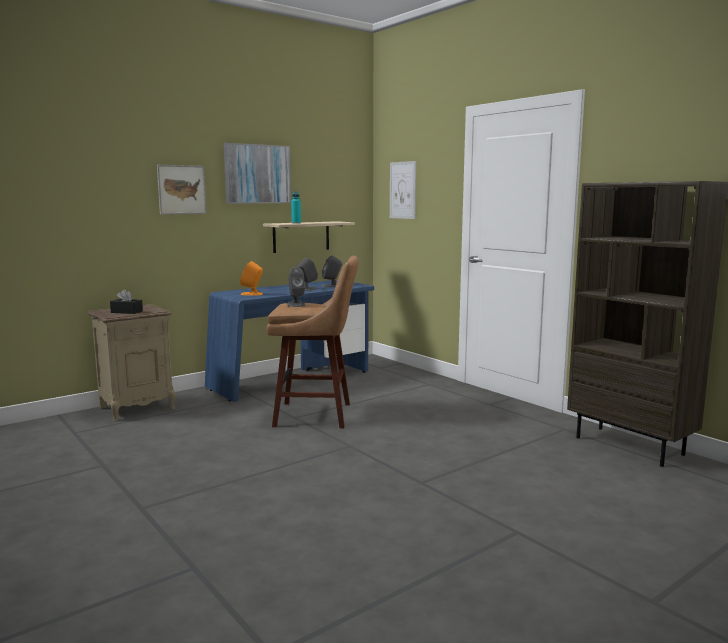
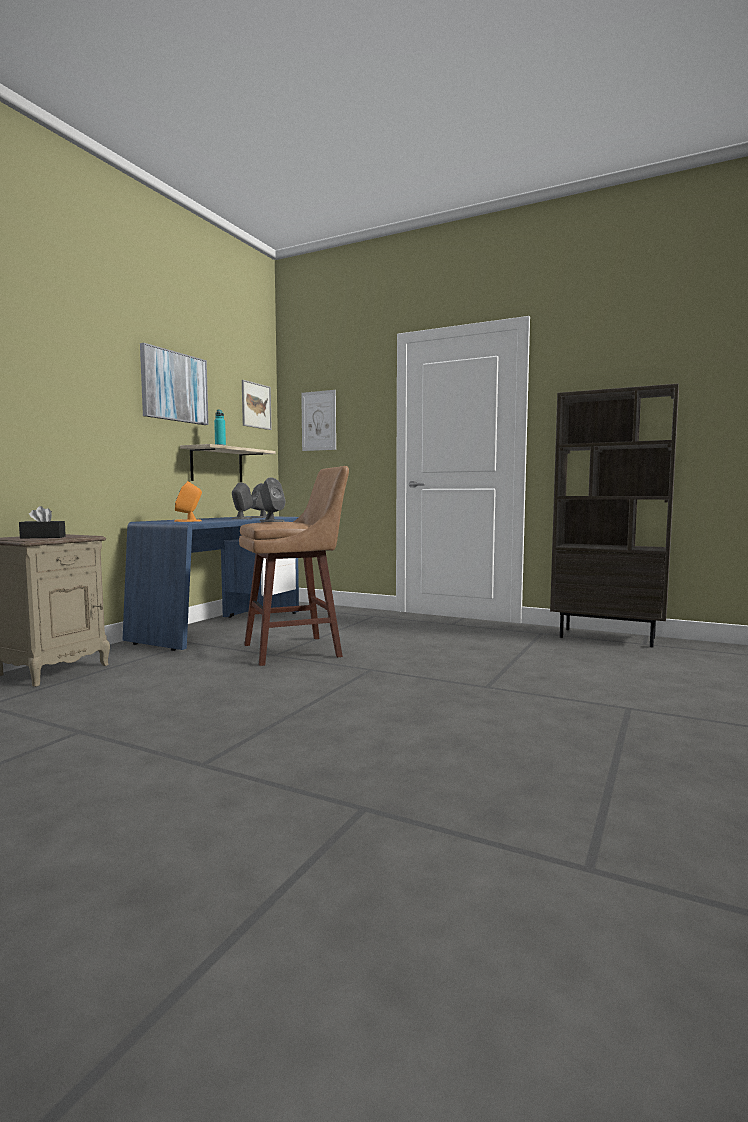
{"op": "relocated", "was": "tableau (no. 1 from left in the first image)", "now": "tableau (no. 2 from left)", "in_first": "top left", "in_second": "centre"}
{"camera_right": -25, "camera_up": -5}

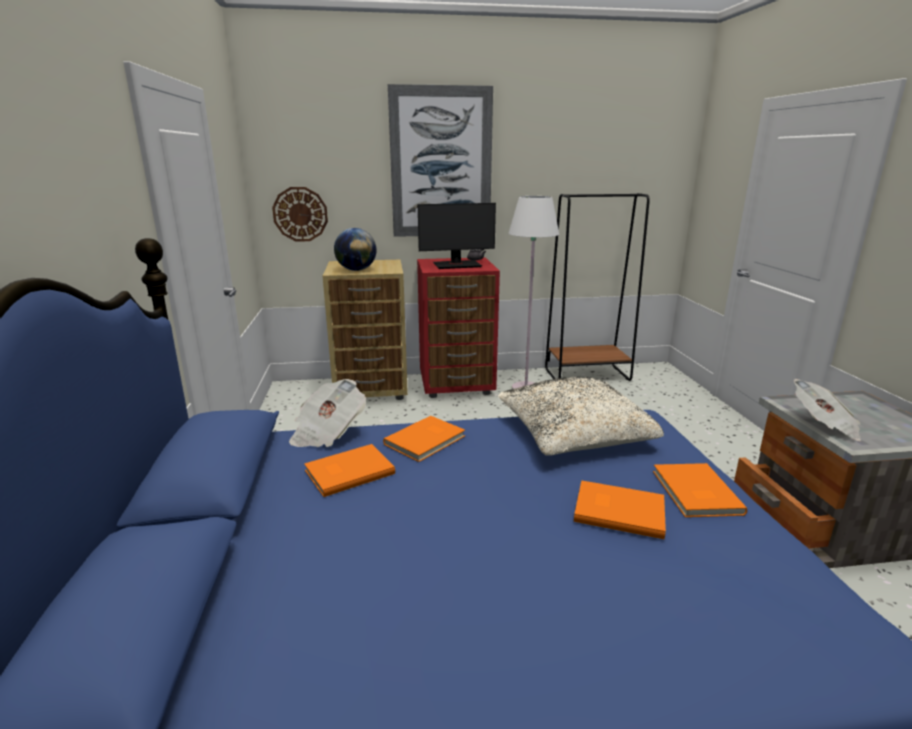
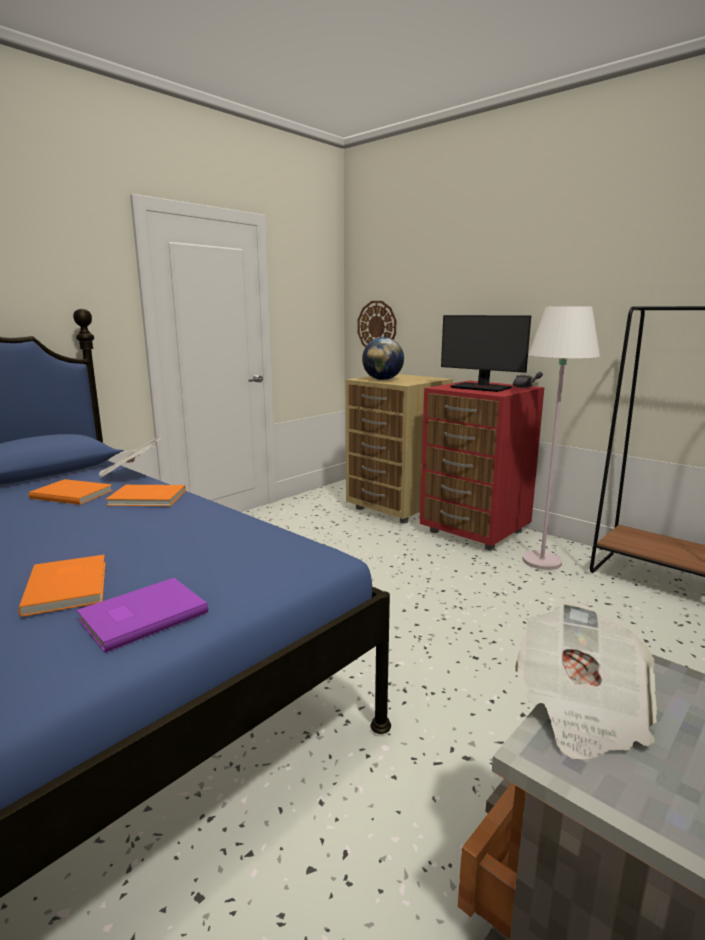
{"op": "missing", "was": "tableau", "in_first": "top centre"}
{"op": "missing", "was": "coussin/beige", "in_first": "centre"}
{"op": "colour", "was": "livre/orange (no. 4 from left)", "now": "livre/violet", "in_first": "bottom right", "in_second": "middle left"}
{"camera_right": 50, "camera_up": -5}

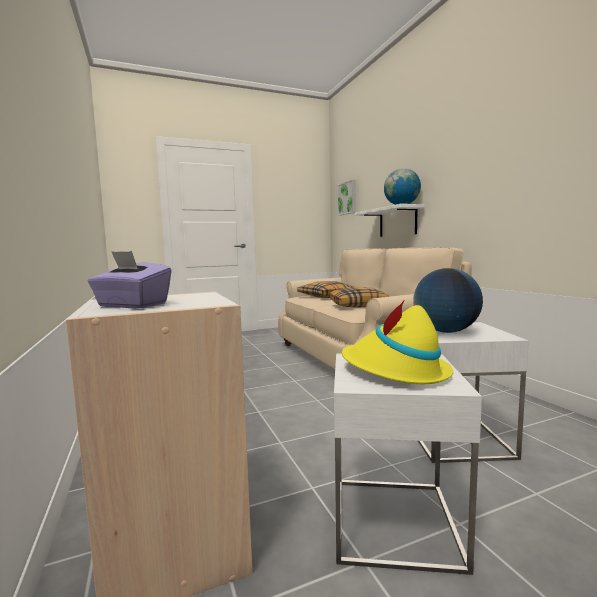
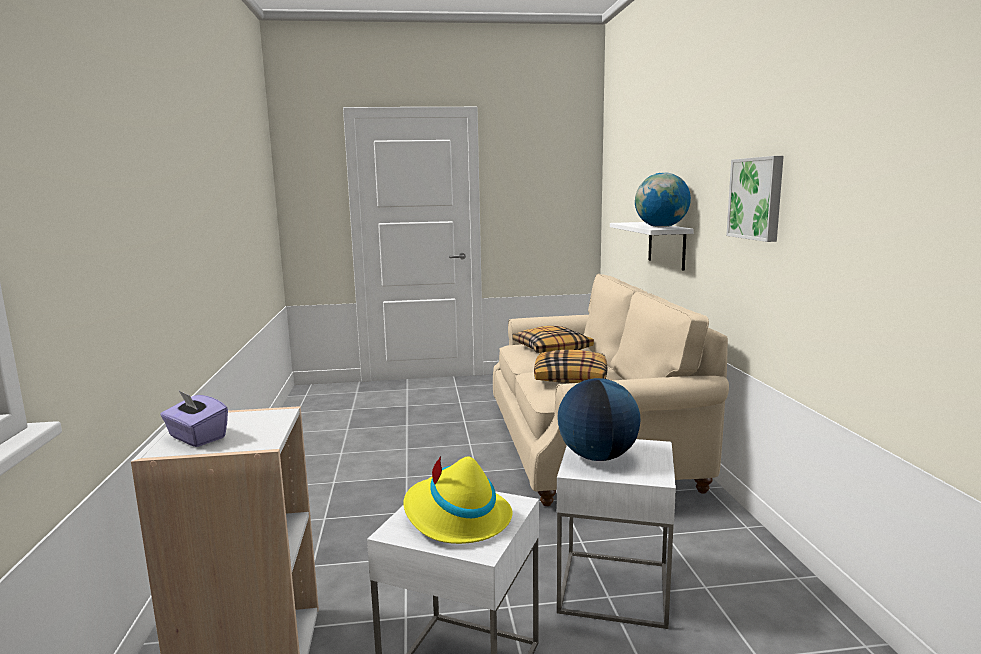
{"op": "relocated", "was": "tableau", "in_first": "top centre", "in_second": "top right"}
{"camera_right": 15, "camera_up": 5}

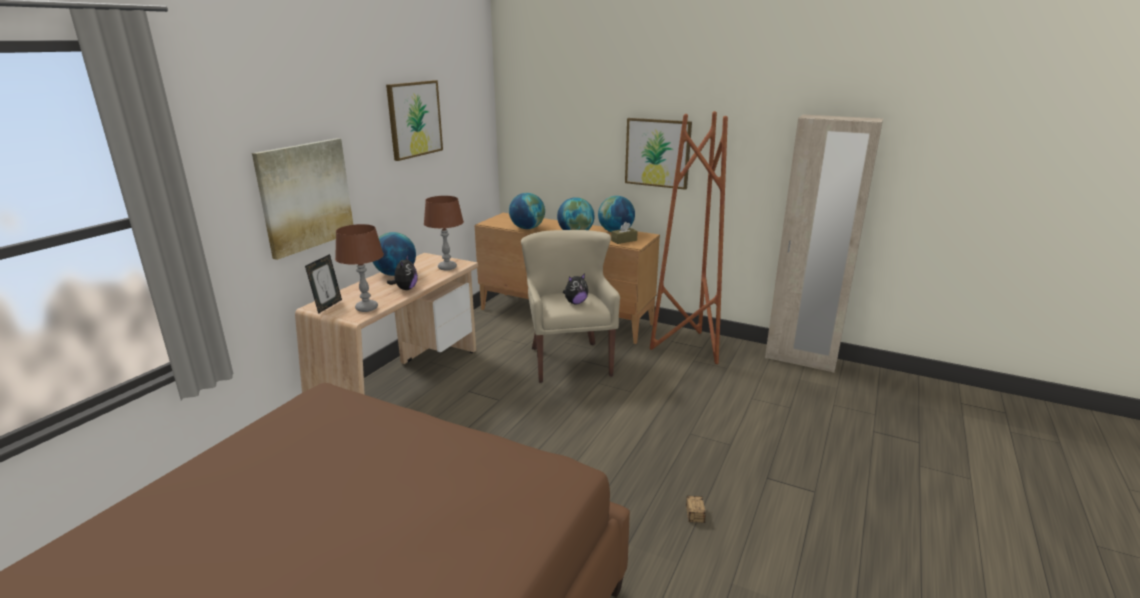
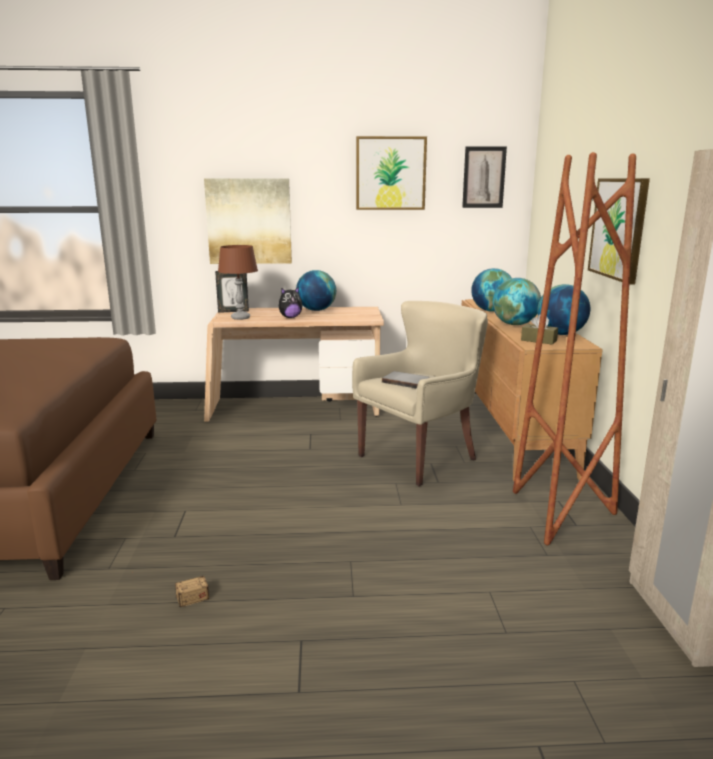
{"op": "missing", "was": "lampe de table/marron (no. 2 from left)", "in_first": "centre"}
{"op": "exchanged", "was": "peluche (no. 2 from left)", "now": "livre/gris", "in_first": "centre", "in_second": "centre"}
{"op": "appeared", "now": "tableau (no. 3 from left)", "in_second": "top right"}
{"camera_right": 60, "camera_up": -5}

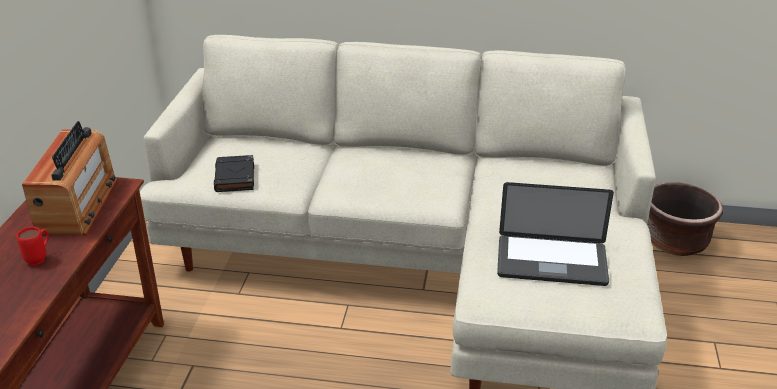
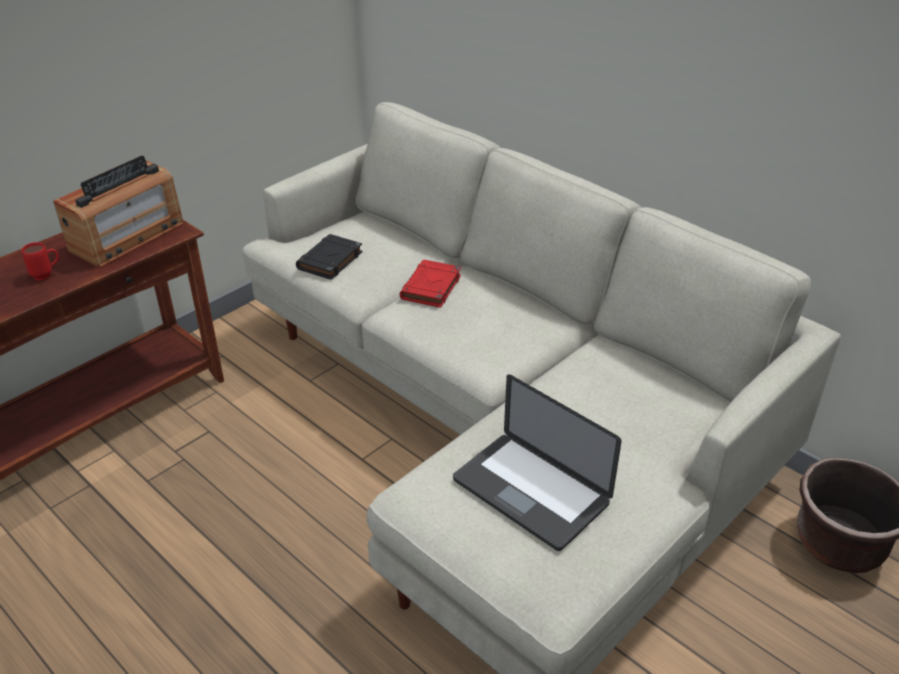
{"op": "appeared", "now": "livre/rouge", "in_second": "centre"}
{"camera_right": 35, "camera_up": 5}

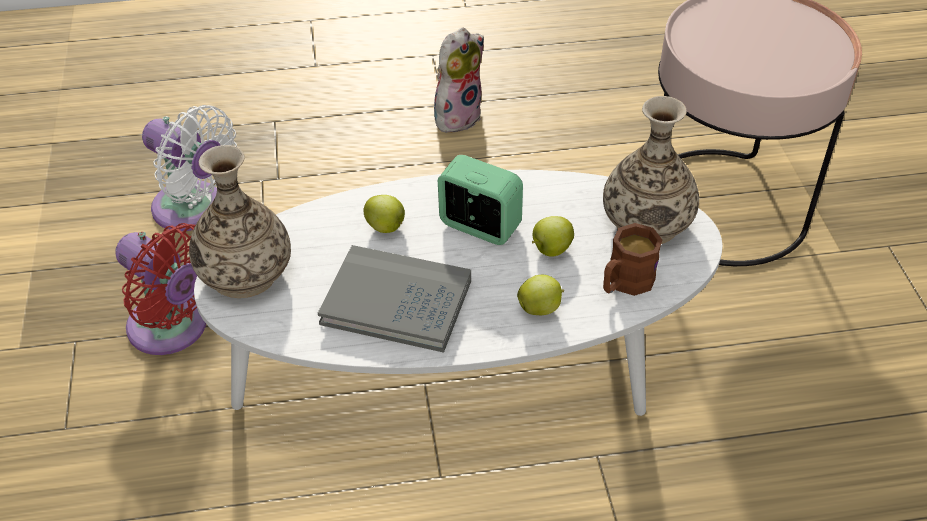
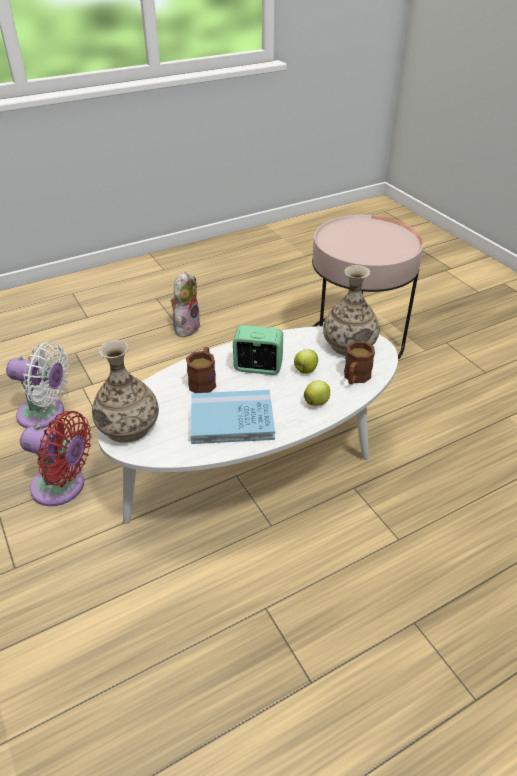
{"op": "colour", "was": "livre/gris", "now": "livre/bleu", "in_first": "centre", "in_second": "centre"}
{"op": "exchanged", "was": "pomme (no. 1 from left)", "now": "mug/marron (no. 1 from left)", "in_first": "centre", "in_second": "centre"}
{"camera_right": -20, "camera_up": -5}

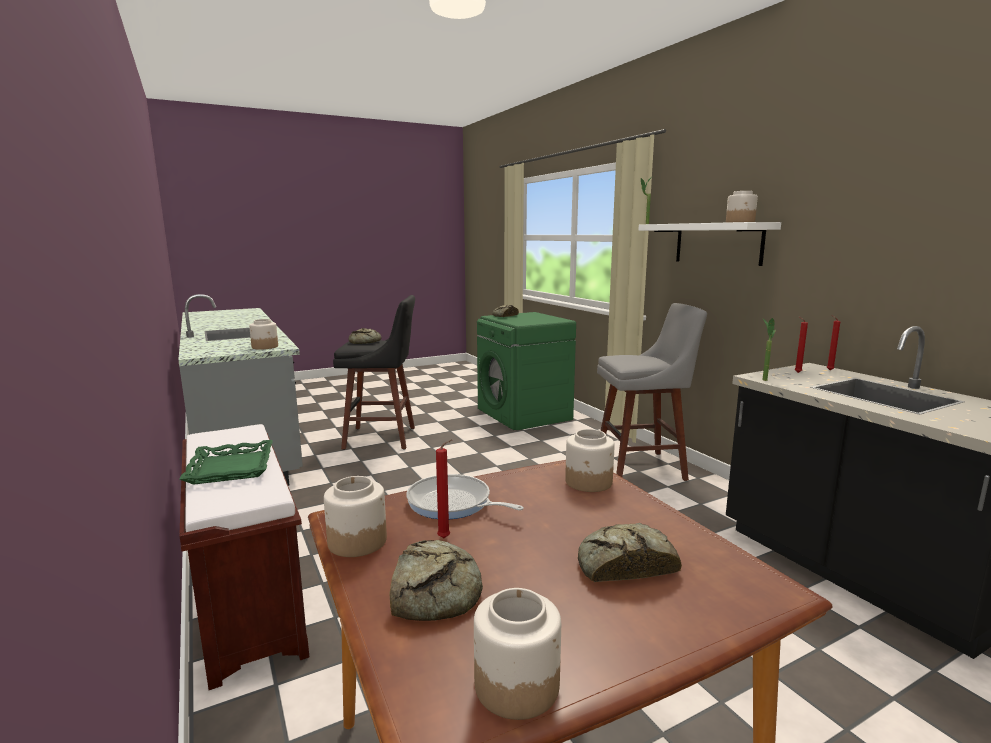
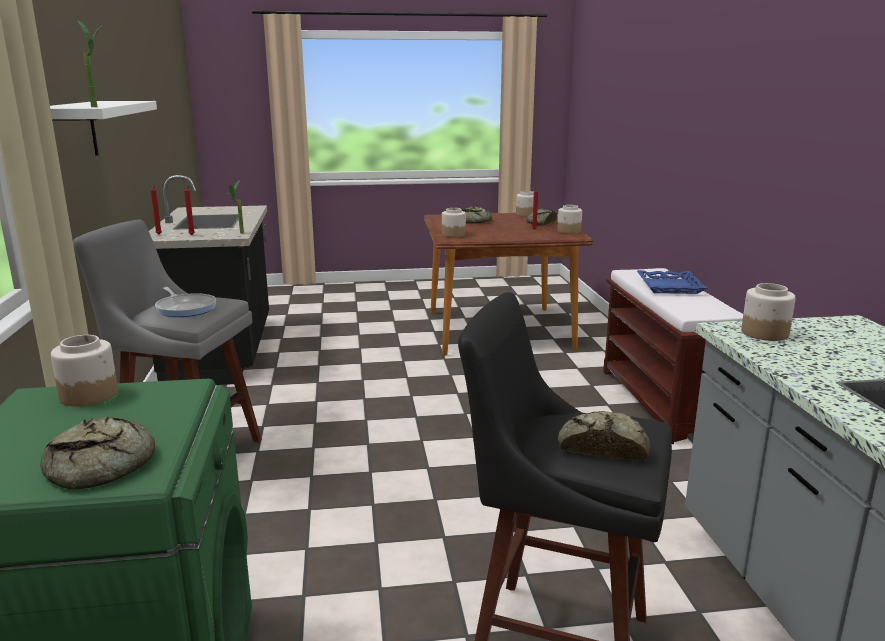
{"op": "colour", "was": "plateau/vert", "now": "plateau/bleu", "in_first": "middle left", "in_second": "middle right"}
{"op": "relocated", "was": "poêle", "in_first": "bottom centre", "in_second": "middle left"}
{"op": "relocated", "was": "bocal (no. 5 from left in the first image)", "now": "bocal (no. 1 from left)", "in_first": "top right", "in_second": "middle left"}
{"camera_right": -160, "camera_up": 5}

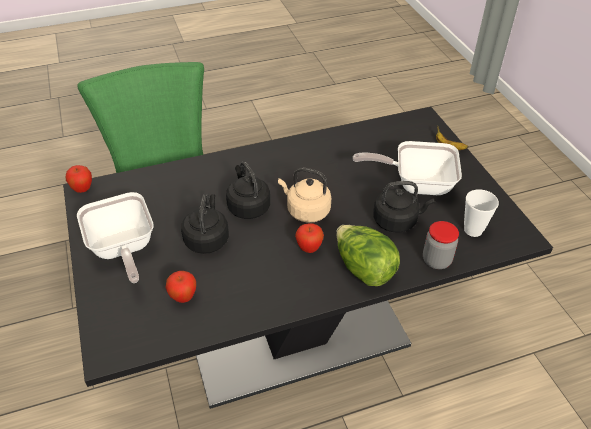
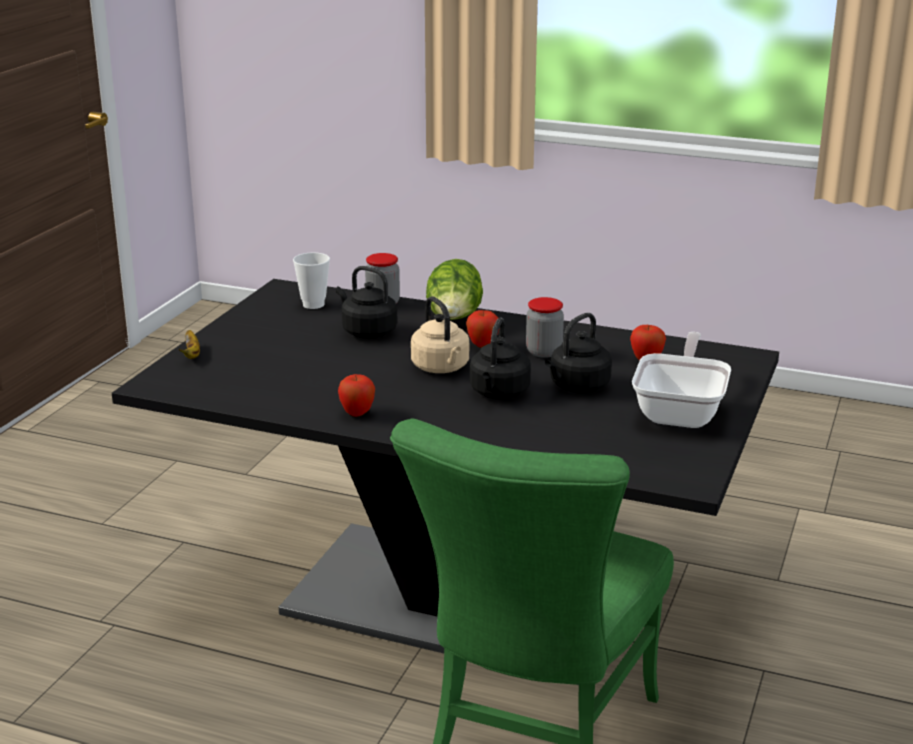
{"op": "relocated", "was": "pomme (no. 1 from left)", "in_first": "middle left", "in_second": "centre"}
{"op": "missing", "was": "poêle (no. 2 from left)", "in_first": "middle right"}
{"op": "appeared", "now": "bocal (no. 2 from left)", "in_second": "centre"}
{"camera_right": -140, "camera_up": -20}

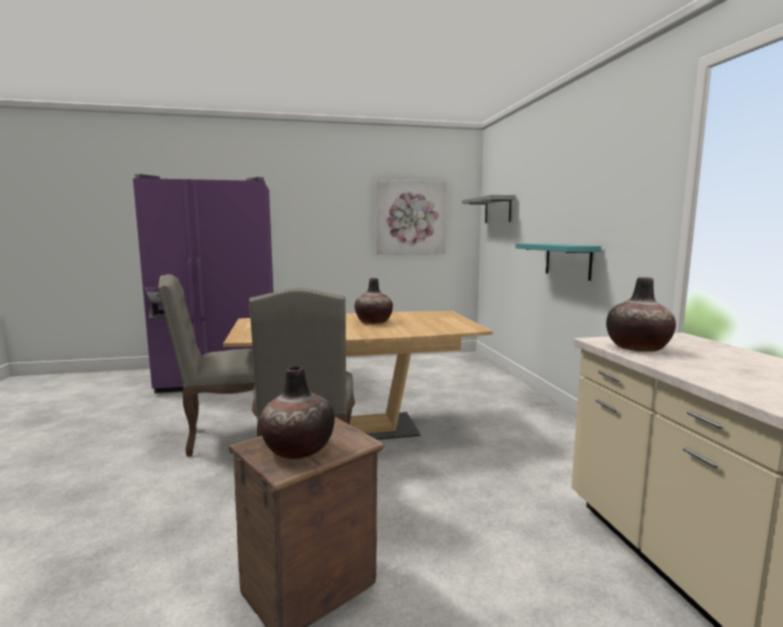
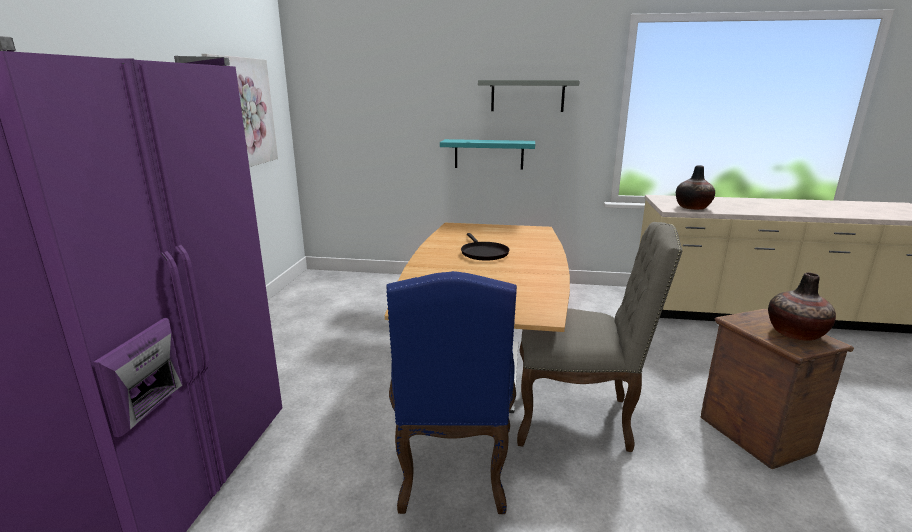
{"op": "colour", "was": "chaise/gris (no. 1 from left)", "now": "chaise/bleu", "in_first": "middle left", "in_second": "bottom centre"}
{"op": "exchanged", "was": "vase (no. 2 from left)", "now": "poêle/noir", "in_first": "centre", "in_second": "centre"}
{"op": "relocated", "was": "étagère/gris", "in_first": "centre", "in_second": "top centre"}
{"camera_right": -70, "camera_up": 10}

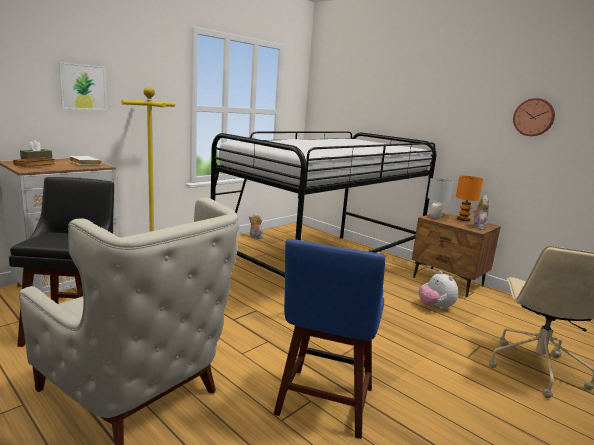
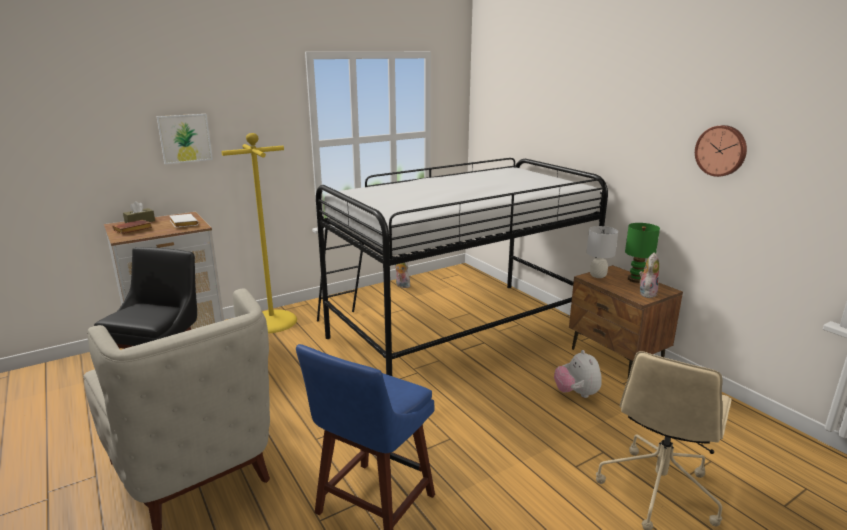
{"op": "colour", "was": "lampe de table/orange", "now": "lampe de table/vert", "in_first": "middle right", "in_second": "middle right"}
{"camera_right": 15, "camera_up": 5}

